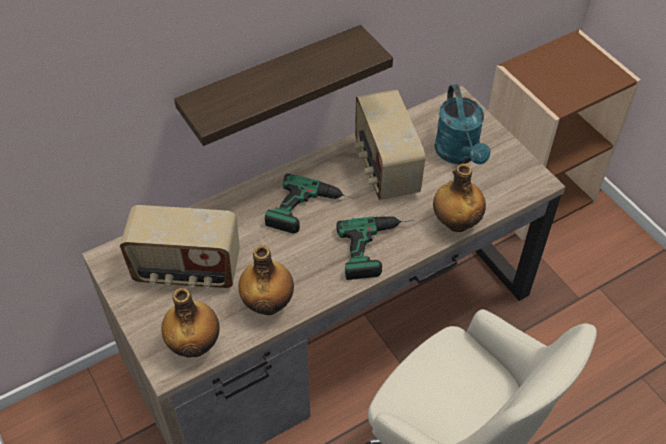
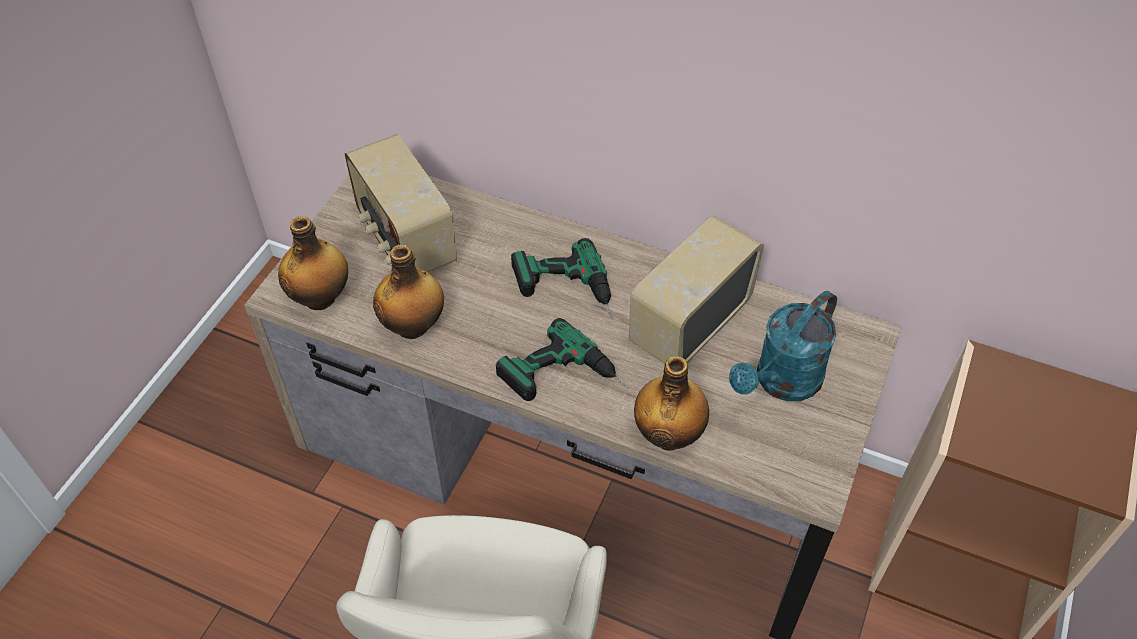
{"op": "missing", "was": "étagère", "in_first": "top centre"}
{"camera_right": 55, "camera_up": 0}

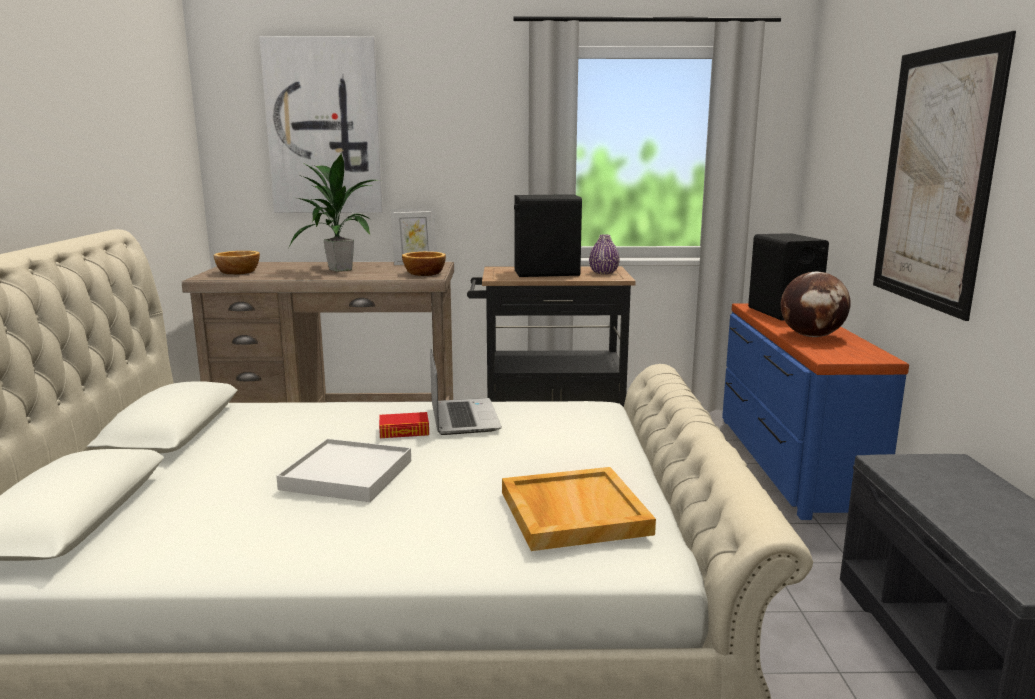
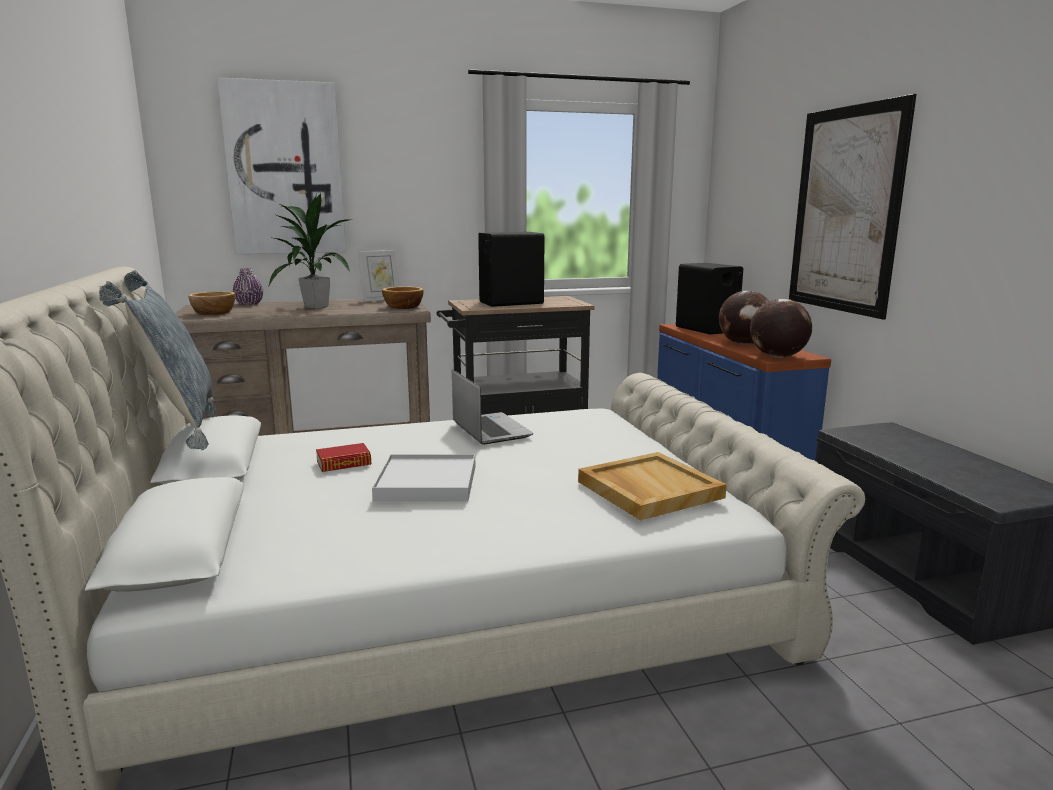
{"op": "relocated", "was": "livre", "in_first": "centre", "in_second": "middle left"}
{"op": "relocated", "was": "vase/violet", "in_first": "centre", "in_second": "middle left"}
{"op": "appeared", "now": "coussin", "in_second": "middle left"}
{"op": "appeared", "now": "globe (no. 2 from left)", "in_second": "middle right"}
{"camera_right": -15, "camera_up": 0}

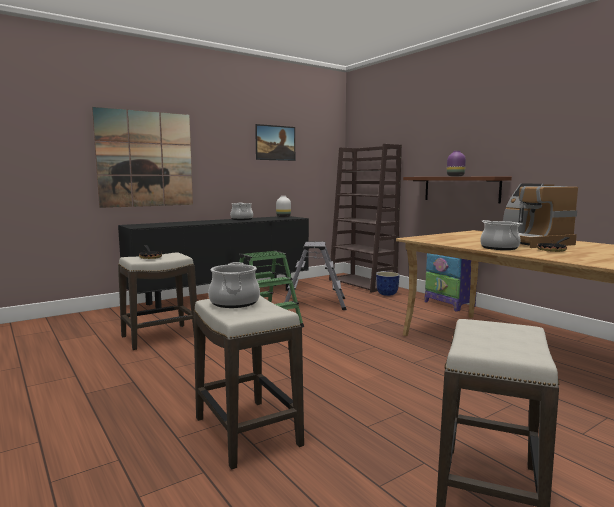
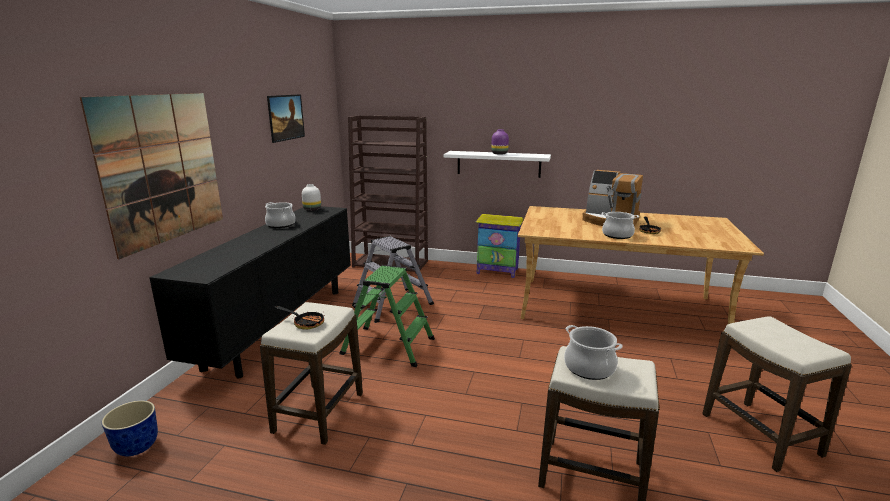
{"op": "relocated", "was": "cache-pot", "in_first": "centre", "in_second": "bottom left"}
{"op": "colour", "was": "étagère/marron", "now": "étagère/blanc", "in_first": "middle right", "in_second": "top centre"}
{"camera_right": -40, "camera_up": 10}

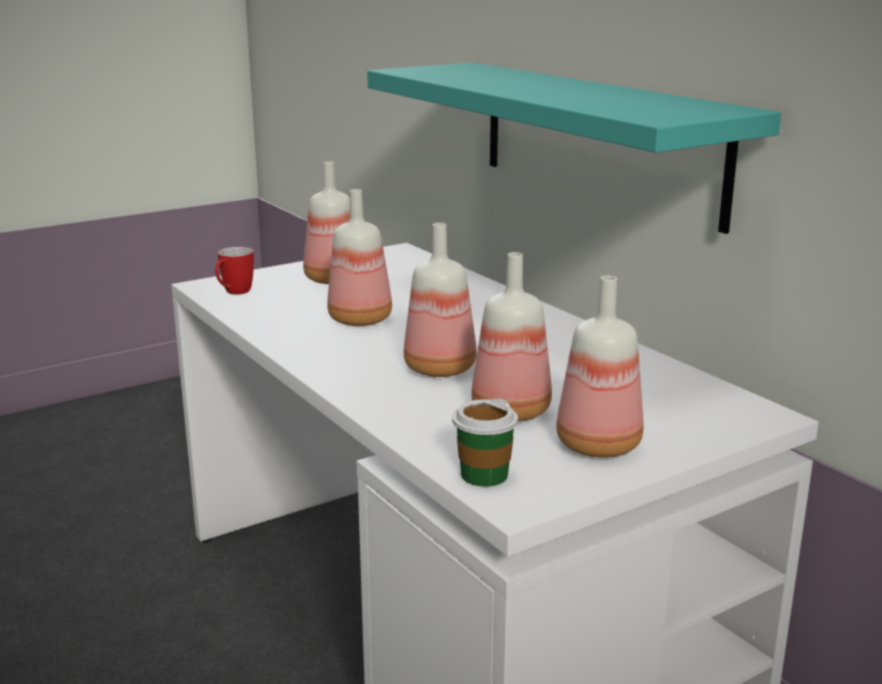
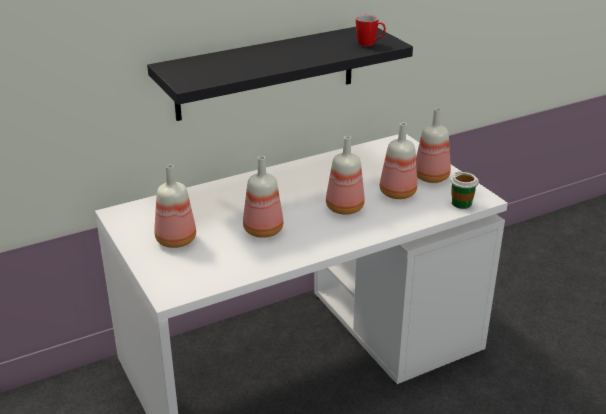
{"op": "relocated", "was": "mug", "in_first": "middle left", "in_second": "top centre"}
{"op": "colour", "was": "étagère/turquoise", "now": "étagère/noir", "in_first": "top centre", "in_second": "top centre"}
{"camera_right": -85, "camera_up": 10}

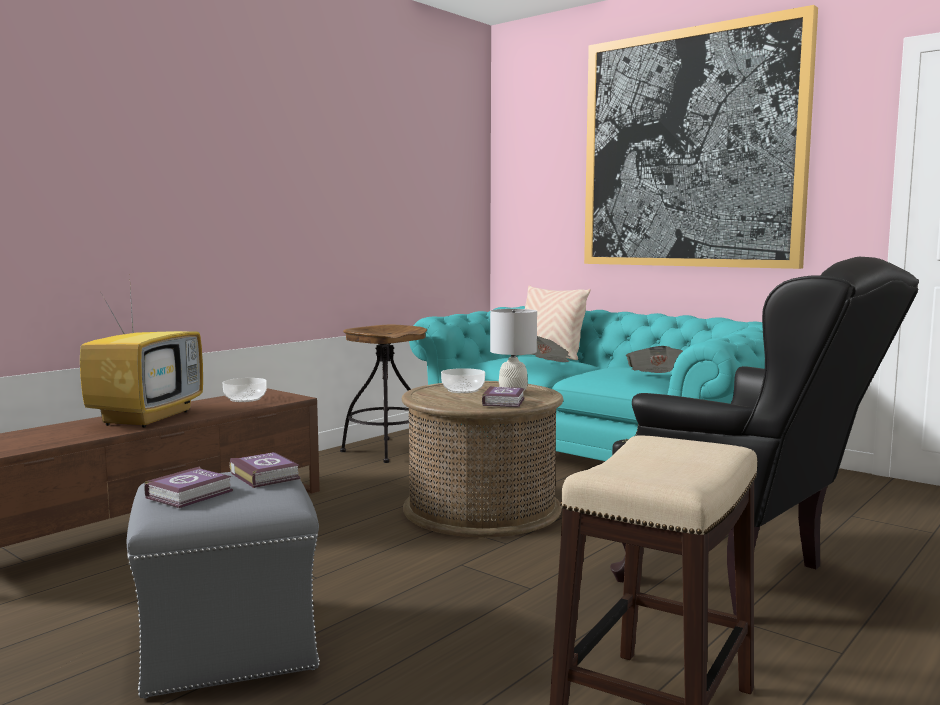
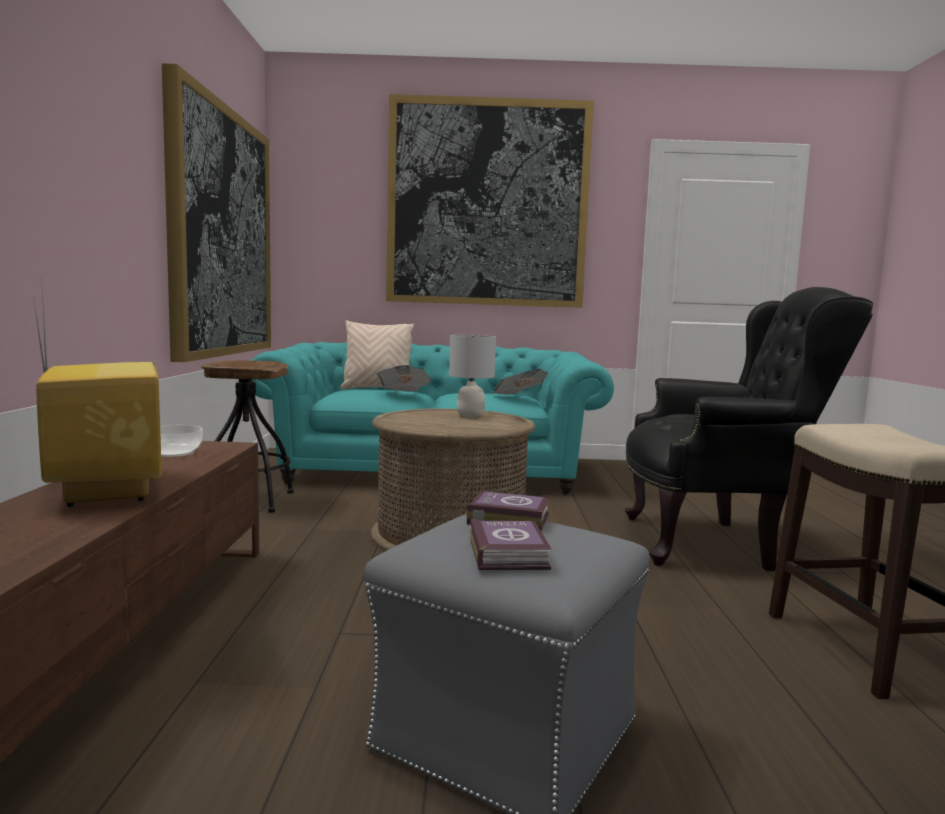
{"op": "missing", "was": "bol (no. 2 from left)", "in_first": "centre"}
{"op": "missing", "was": "livre (no. 3 from left)", "in_first": "centre"}
{"op": "appeared", "now": "tableau (no. 1 from left)", "in_second": "top left"}
{"camera_right": -40, "camera_up": 0}

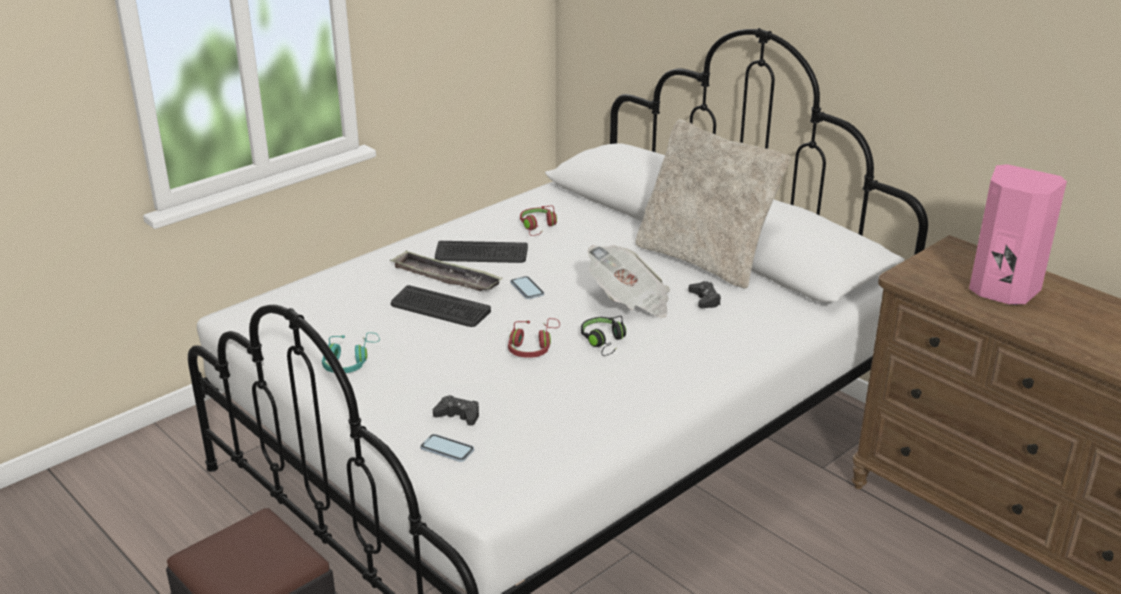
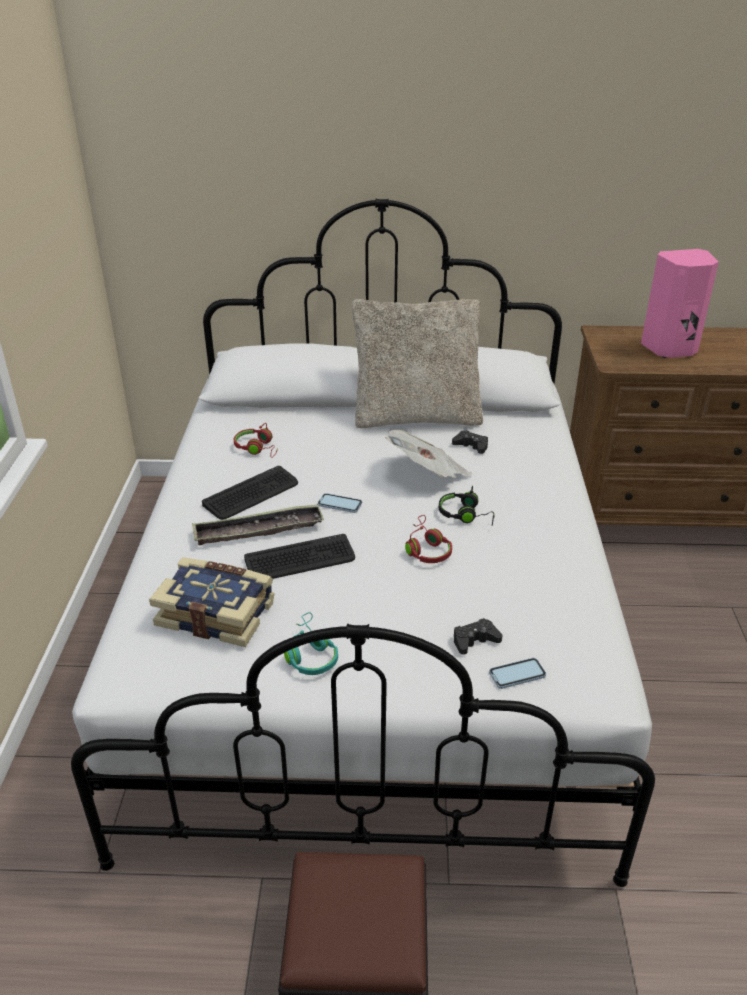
{"op": "appeared", "now": "livre", "in_second": "middle left"}
{"camera_right": -45, "camera_up": 5}

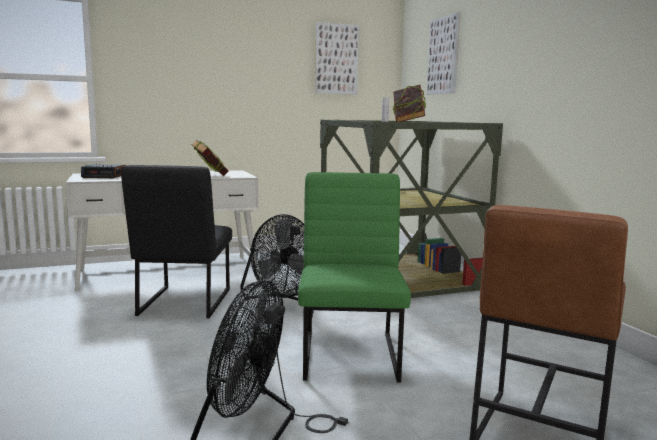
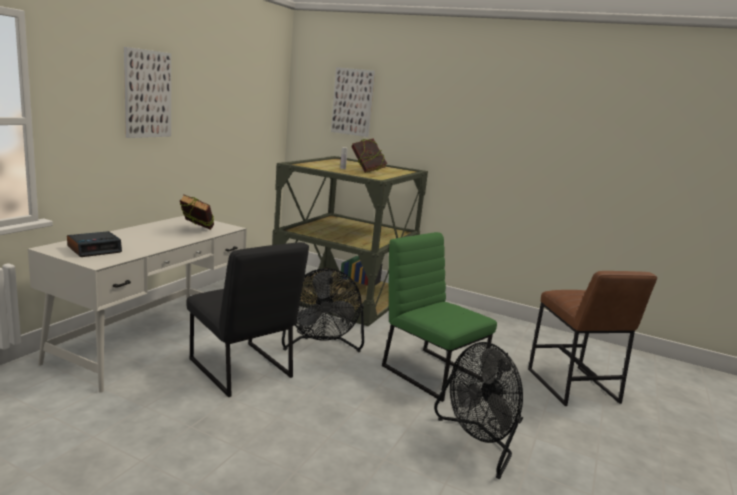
{"op": "relocated", "was": "tableau (no. 1 from left)", "in_first": "top centre", "in_second": "top left"}
{"camera_right": -45, "camera_up": 5}

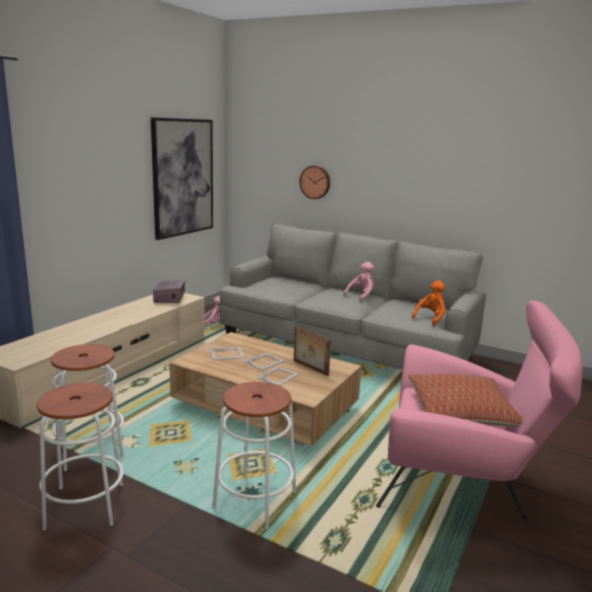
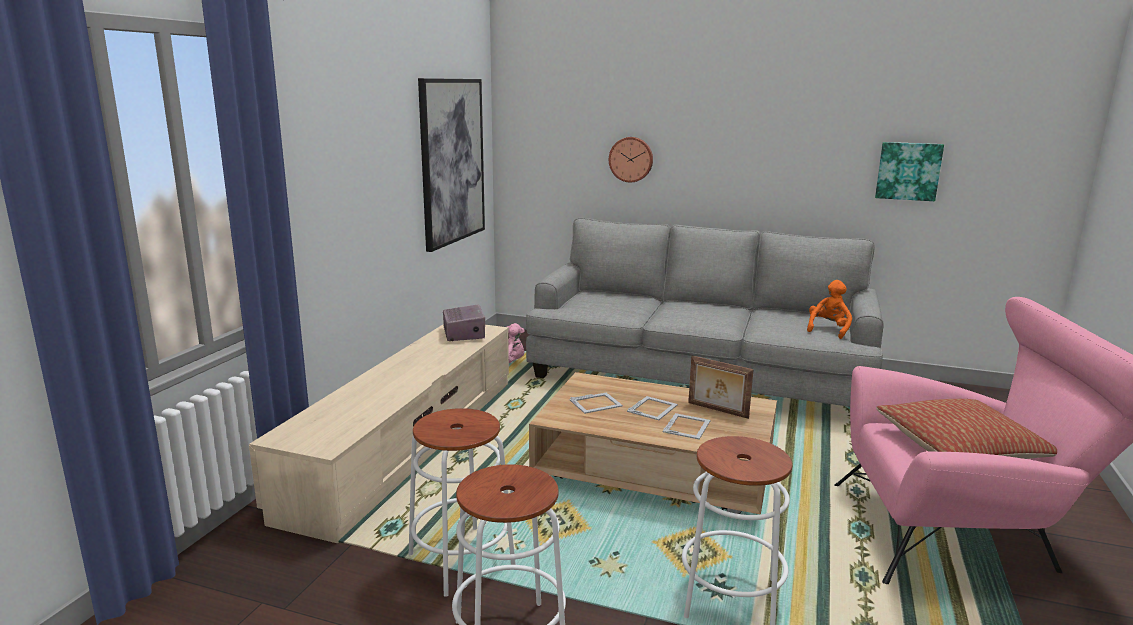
{"op": "missing", "was": "peluche/rose (no. 2 from left)", "in_first": "centre"}
{"op": "appeared", "now": "tableau (no. 2 from left)", "in_second": "top right"}
{"camera_right": -10, "camera_up": 0}

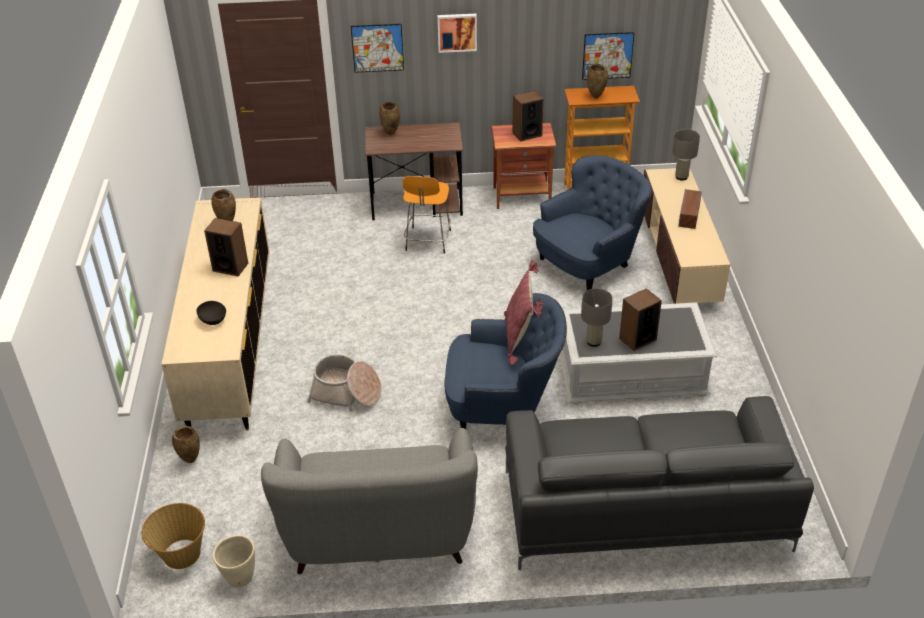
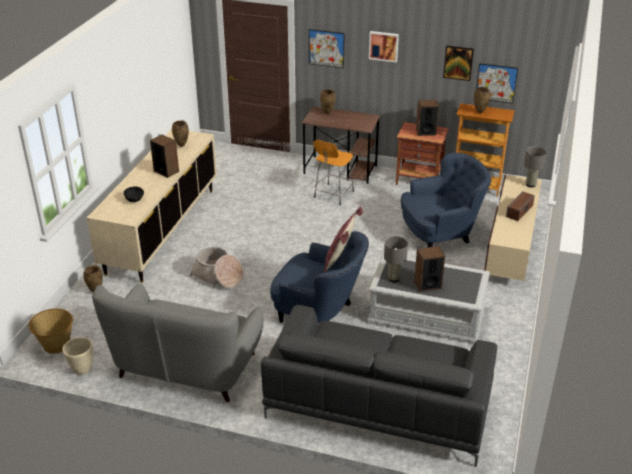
{"op": "appeared", "now": "tableau (no. 3 from left)", "in_second": "top right"}
{"camera_right": 20, "camera_up": -5}

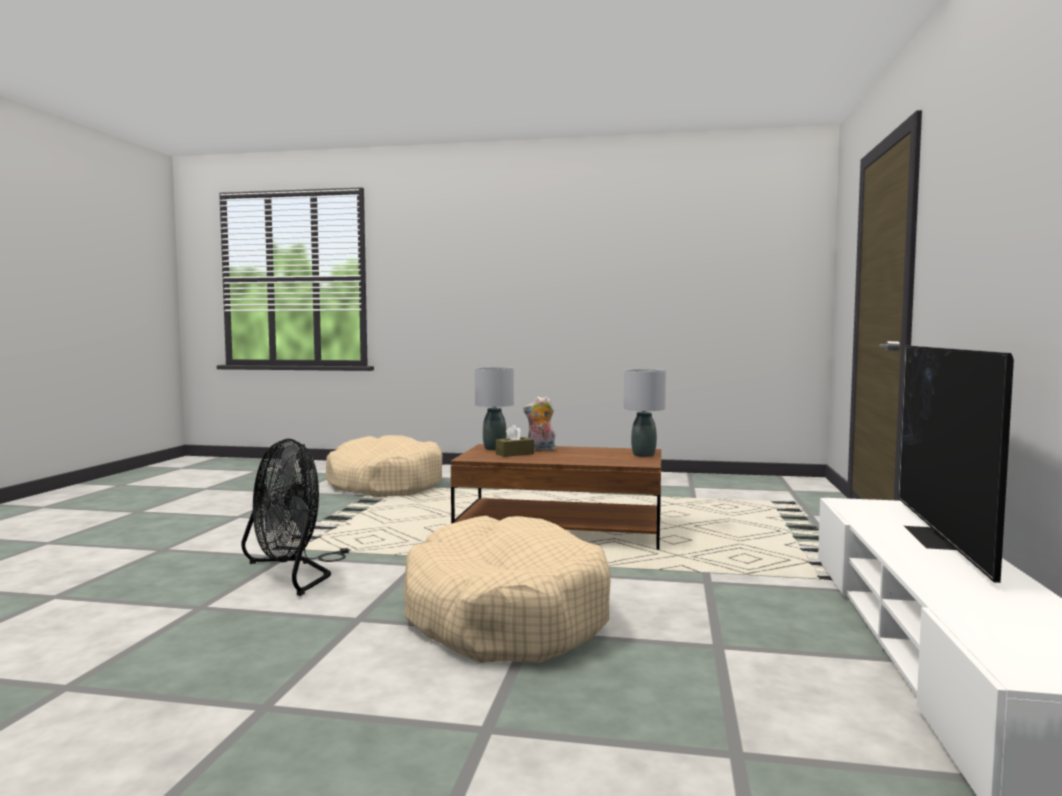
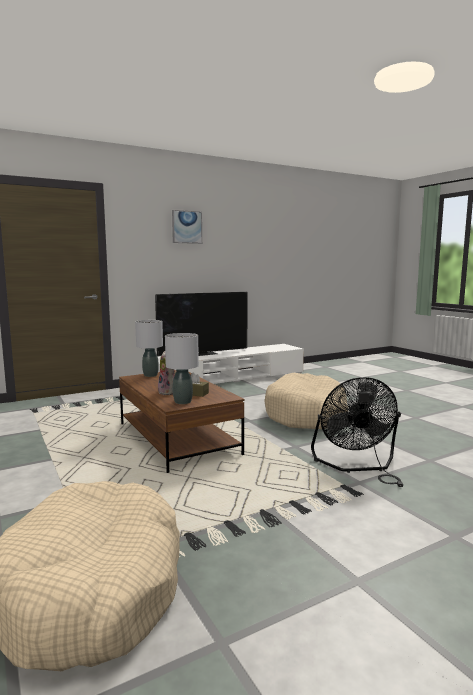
{"op": "spun", "was": "ventilateur/noir", "in_first": "middle left", "in_second": "middle right", "clockwise": -105}
{"op": "appeared", "now": "tableau", "in_second": "top centre"}
{"camera_right": -130, "camera_up": 5}

